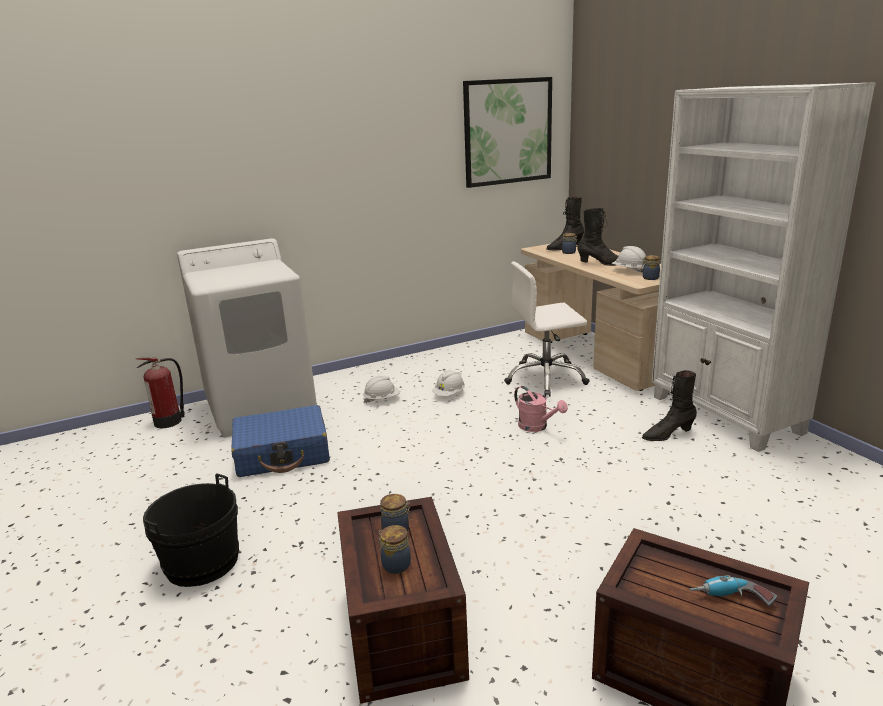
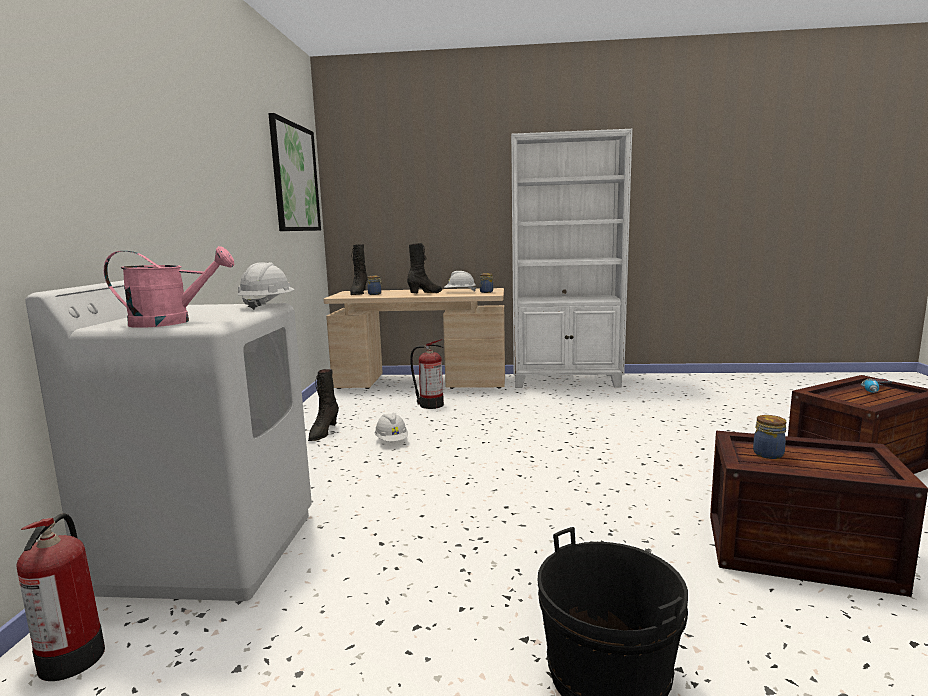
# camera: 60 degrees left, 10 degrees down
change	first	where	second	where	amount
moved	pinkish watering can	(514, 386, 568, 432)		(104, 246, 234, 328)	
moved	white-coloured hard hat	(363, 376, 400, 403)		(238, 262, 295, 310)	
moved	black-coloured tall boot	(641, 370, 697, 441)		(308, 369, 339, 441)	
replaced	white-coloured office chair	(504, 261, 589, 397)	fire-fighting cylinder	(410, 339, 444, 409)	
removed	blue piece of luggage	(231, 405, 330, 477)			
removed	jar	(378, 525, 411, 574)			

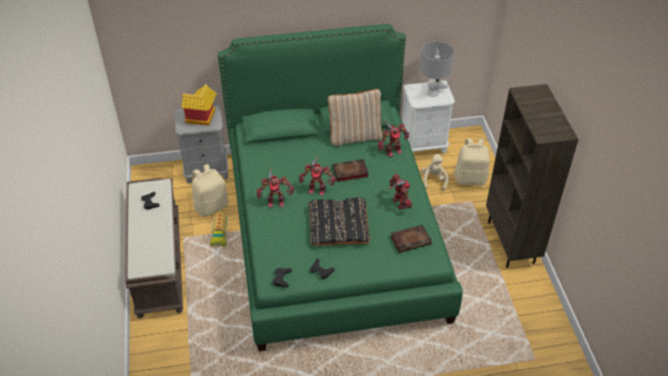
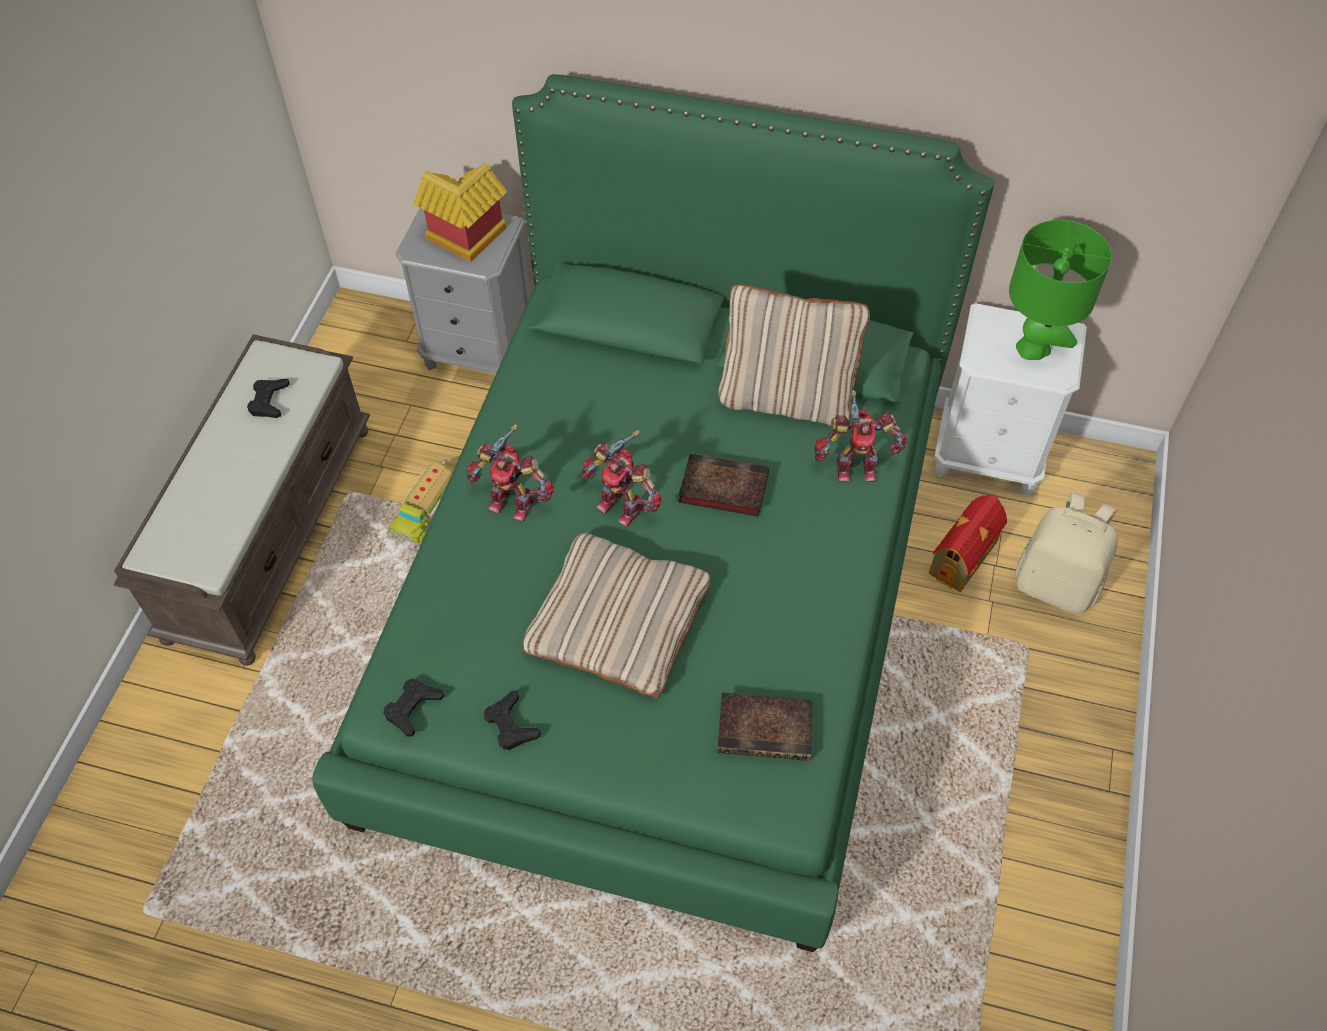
# camera: 25 degrees right, 10 degrees up
change	first	where	second	where	amount
recoloured	black-coloured pillow	(308, 197, 370, 246)	beige-coloured pillow	(523, 533, 711, 699)	
replaced	beige-coloured soft toy	(421, 154, 448, 191)	miniature house	(929, 494, 1007, 592)	
recoloured	greyish tabletop lamp	(420, 41, 454, 97)	green tabletop lamp	(1009, 220, 1112, 360)	
removed	beige-coloured knapsack	(192, 164, 228, 217)			
removed	model robot	(388, 174, 412, 210)			
removed	brown shelving unit	(486, 84, 579, 268)			

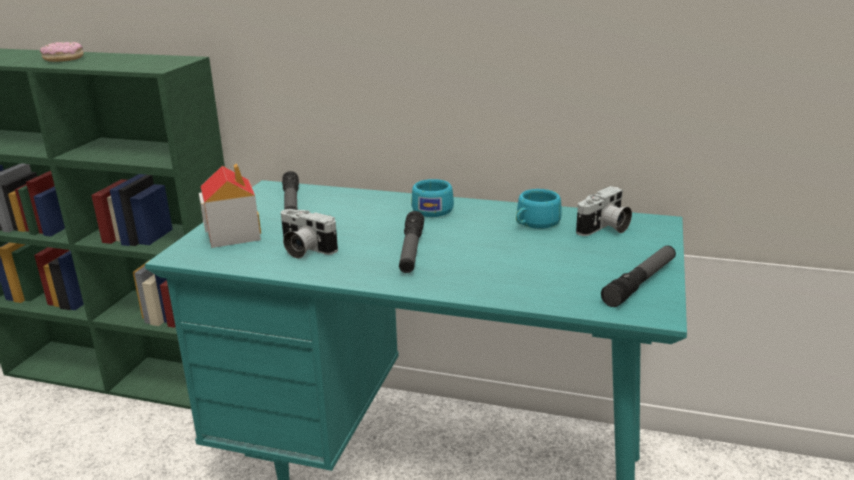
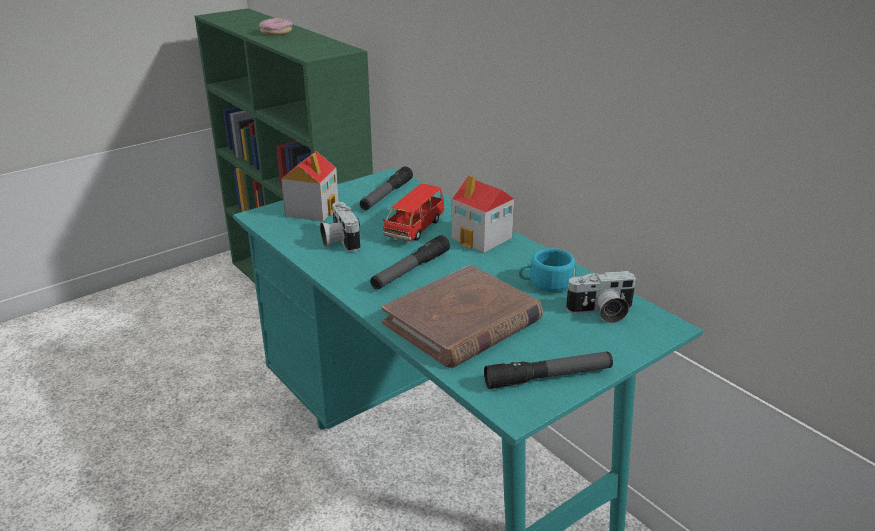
# camera: 35 degrees right, 5 degrees up
change	first	where	second	where	amount
added			brown volume	(381, 265, 543, 368)	
added			red miniature car	(382, 184, 445, 241)	
replaced	turquoise-coloured drinking cup	(411, 179, 454, 217)	miniature house	(451, 175, 514, 253)	

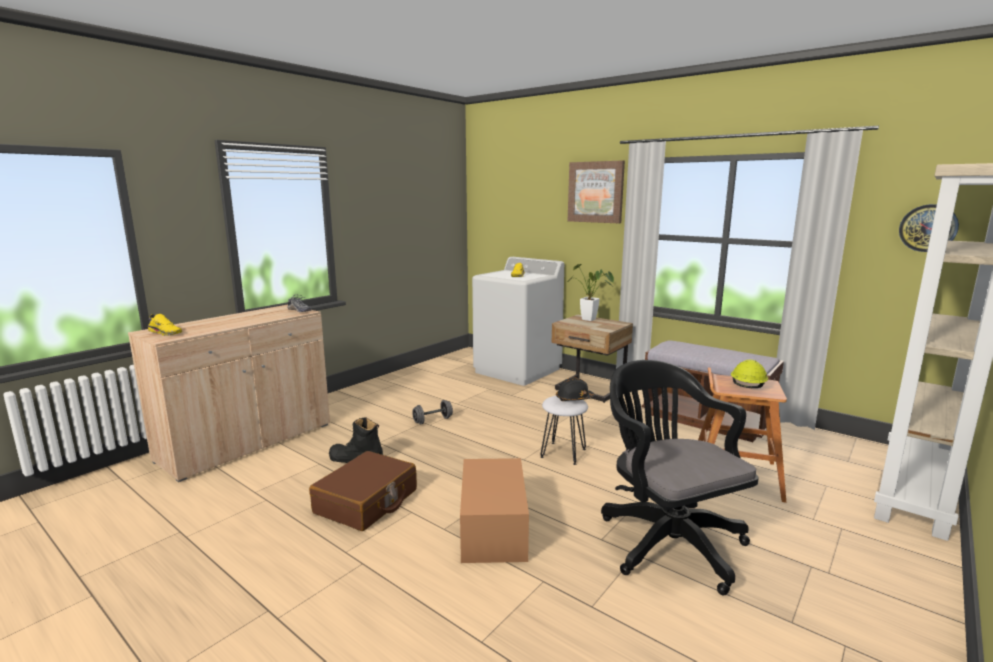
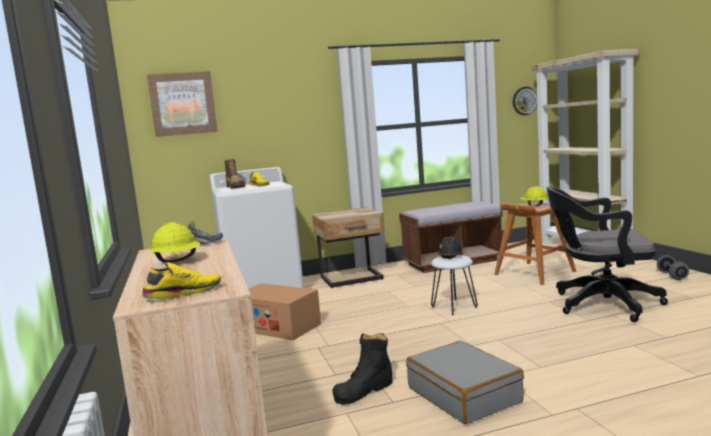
# camera: 55 degrees left, 5 degrees down
change	first	where	second	where	amount
moved	wall picture	(568, 160, 625, 223)		(147, 71, 218, 137)	
added			yellow-coloured hard hat	(150, 222, 200, 262)	
added			tall boot	(224, 159, 245, 189)	
moved	cardboard box	(460, 458, 529, 563)		(248, 283, 321, 340)	
recoloured	brown piece of luggage	(309, 451, 417, 531)	greyish piece of luggage	(406, 341, 524, 424)	
moved	greyish dumbbell	(412, 400, 453, 424)		(657, 255, 689, 280)	
removed	potted plant	(567, 264, 614, 321)			

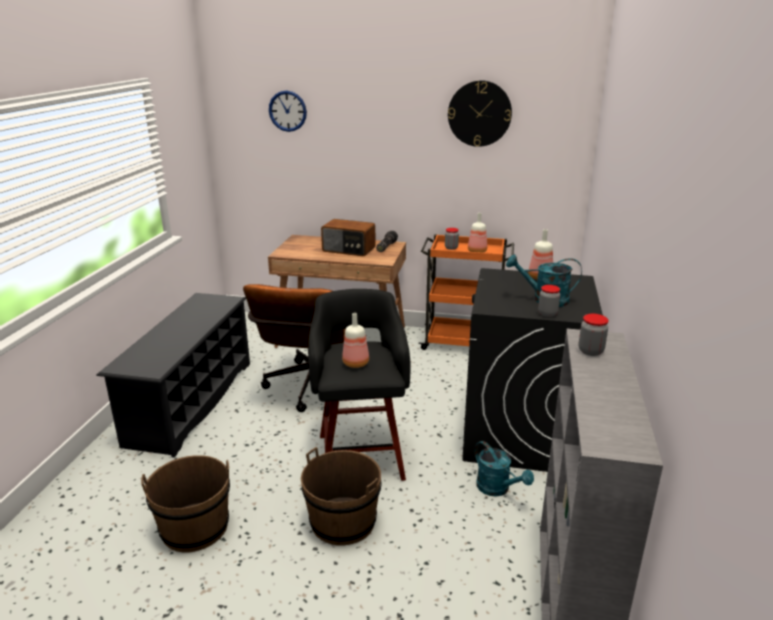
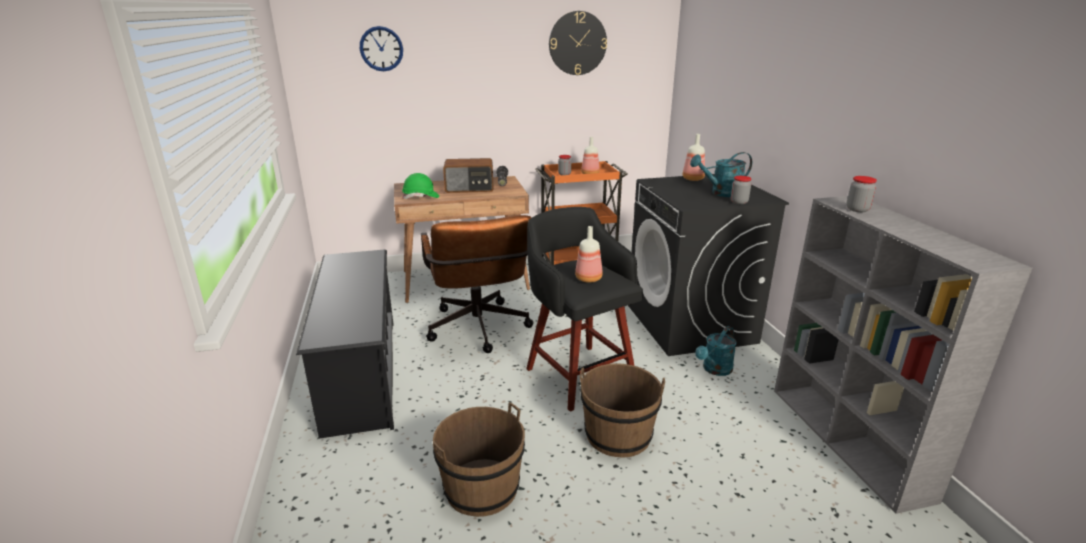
# camera: 25 degrees left, 0 degrees up
change	first	where	second	where	amount
added			green hard hat	(402, 173, 439, 199)	
turned	turquoise-coloured watering can	(475, 441, 534, 497)		(695, 326, 737, 376)	105 degrees clockwise

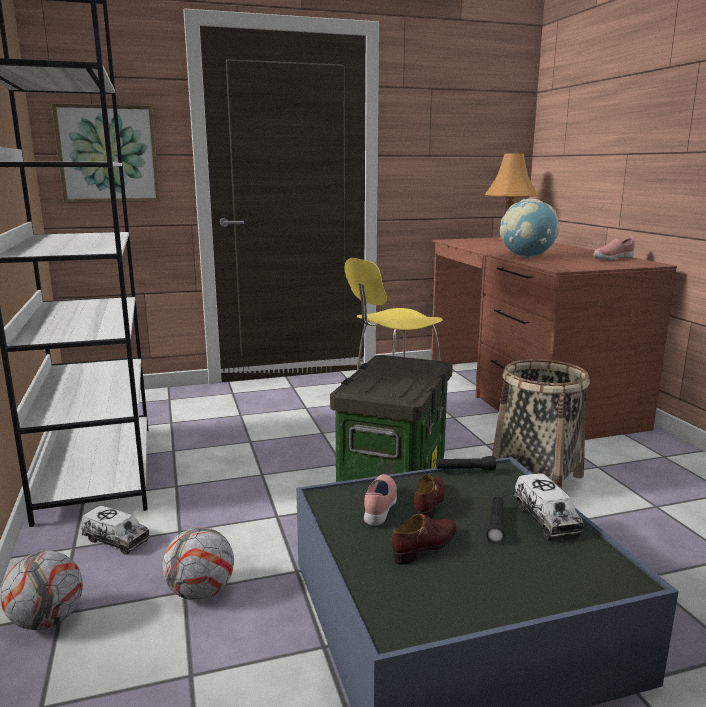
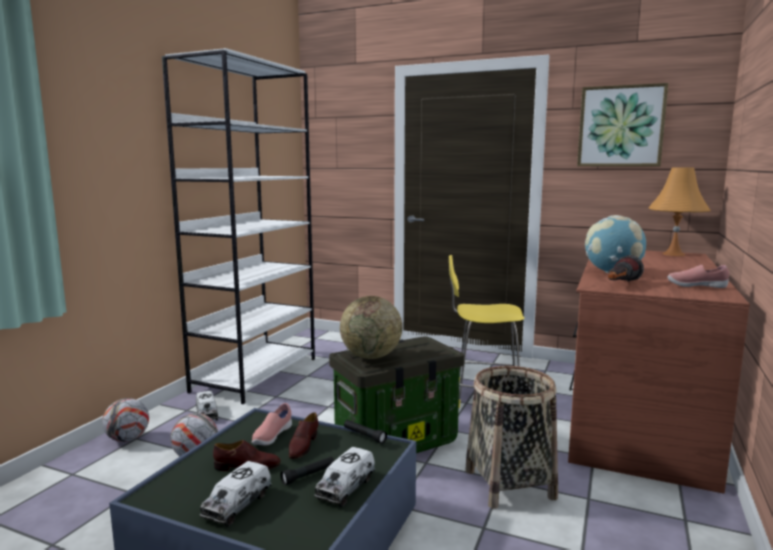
# camera: 40 degrees right, 5 degrees down
change	first	where	second	where	amount
added			model truck	(200, 461, 272, 527)	
turned	pinkish low shoe	(364, 474, 397, 526)		(252, 403, 292, 445)	150 degrees clockwise
turned	brown low shoe	(414, 474, 445, 519)		(289, 412, 318, 459)	135 degrees clockwise
added			desk globe	(340, 296, 402, 359)	
moved	wall picture	(51, 103, 160, 203)		(577, 83, 668, 166)	
added			flashlight	(608, 255, 644, 282)	

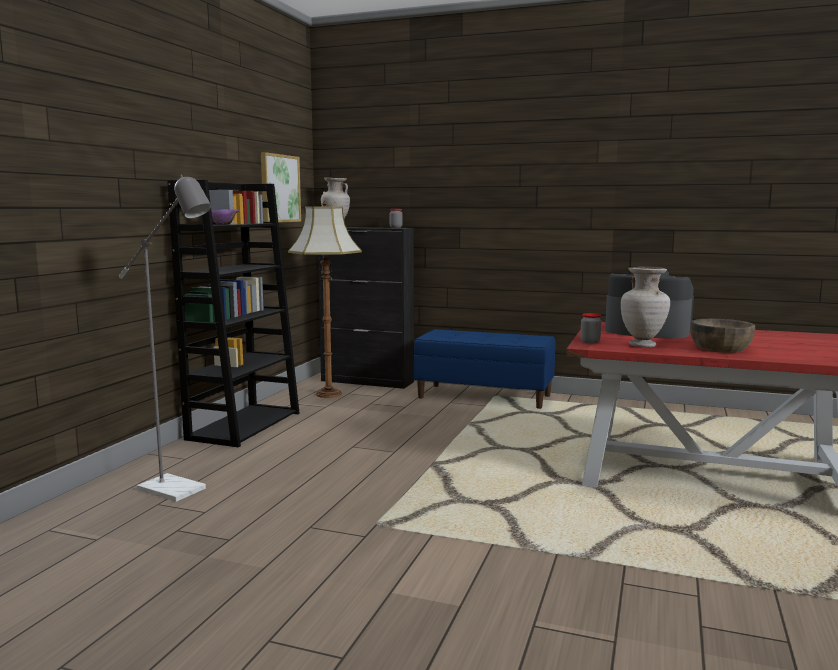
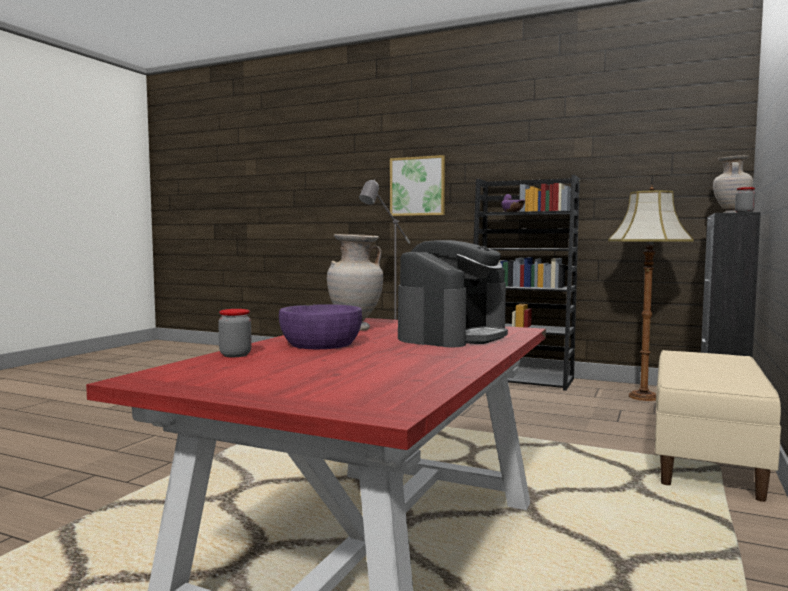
# camera: 95 degrees right, 5 degrees down
change	first	where	second	where	amount
moved	jar	(580, 313, 601, 344)		(218, 309, 252, 357)	
recoloured	brown bowl	(690, 319, 755, 353)	purple-coloured bowl	(279, 304, 362, 349)	
moved	wall picture	(261, 152, 301, 222)		(390, 155, 445, 216)	
recoloured	blue bench	(414, 329, 556, 409)	beige-coloured bench	(655, 350, 781, 502)	

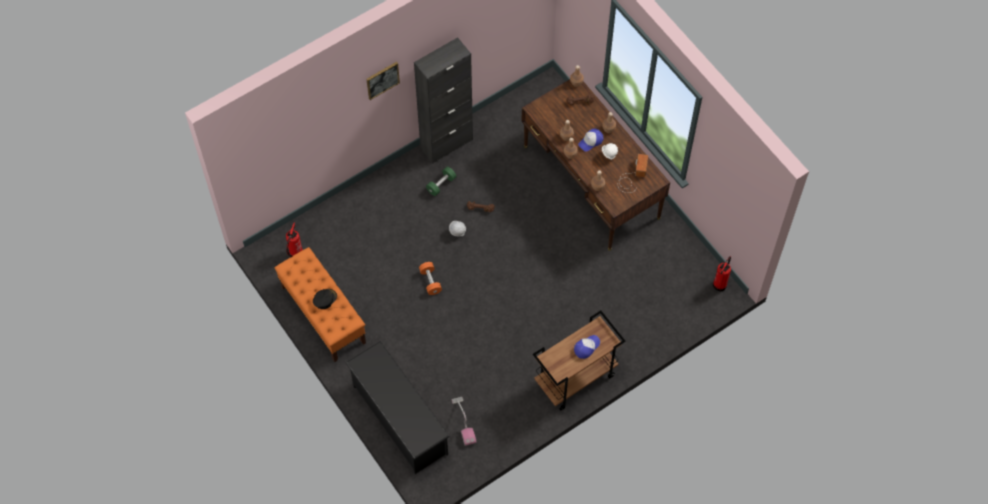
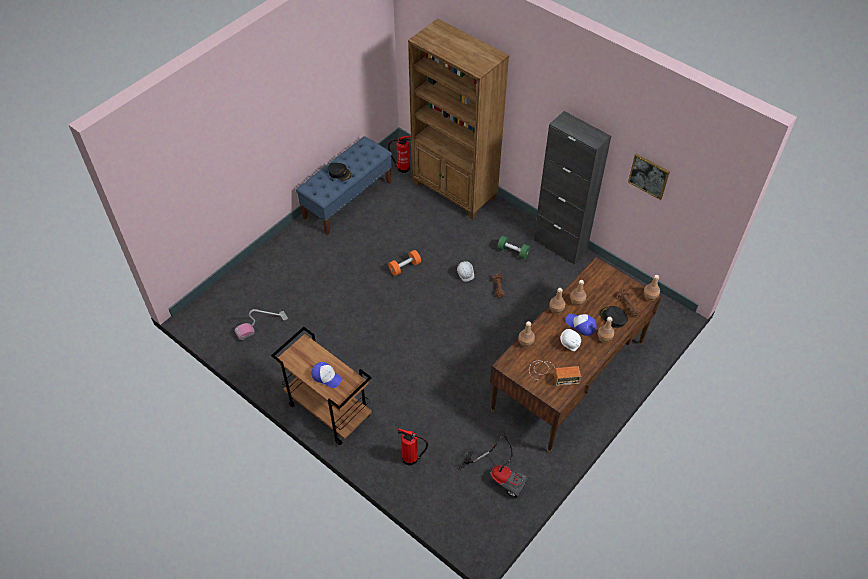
# camera: 75 degrees right, 10 degrees down
change	first	where	second	where	amount
recoloured	orangey bench	(275, 247, 366, 362)	blue bench	(296, 136, 392, 235)	
moved	fire-fighting cylinder	(713, 256, 731, 291)		(398, 428, 428, 465)	
added			brown shelving unit	(408, 19, 509, 220)	
added			hoover	(458, 433, 528, 498)	
added			black-coloured baseball cap	(600, 306, 628, 328)	
moved	wall picture	(366, 62, 400, 100)		(628, 154, 670, 200)	
removed	black-coloured shoe shelf	(346, 341, 450, 474)			

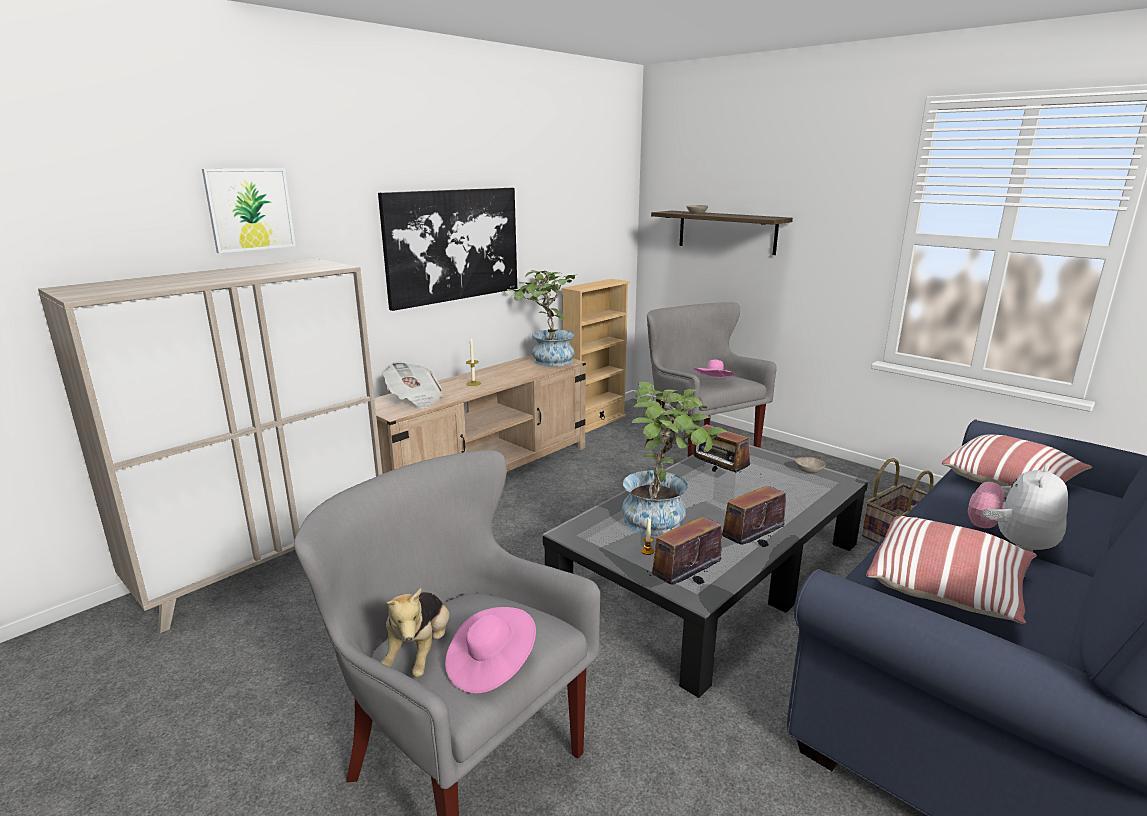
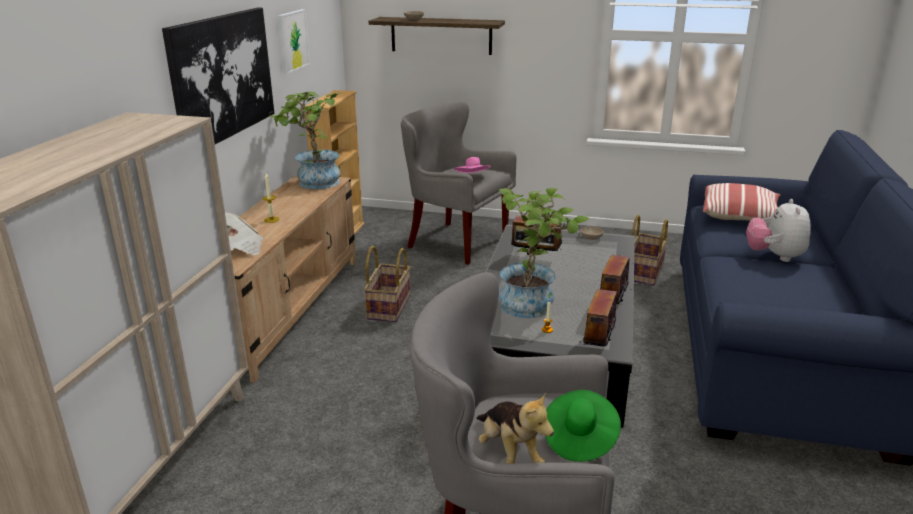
# camera: 30 degrees left, 5 degrees up
change	first	where	second	where	amount
moved	wall picture	(202, 168, 296, 253)		(278, 9, 310, 74)	
added			basket	(364, 245, 410, 322)	
recoloured	pinkish wearable hat	(445, 607, 536, 694)	green wearable hat	(545, 390, 621, 462)	
removed	pillow	(866, 516, 1037, 624)			

